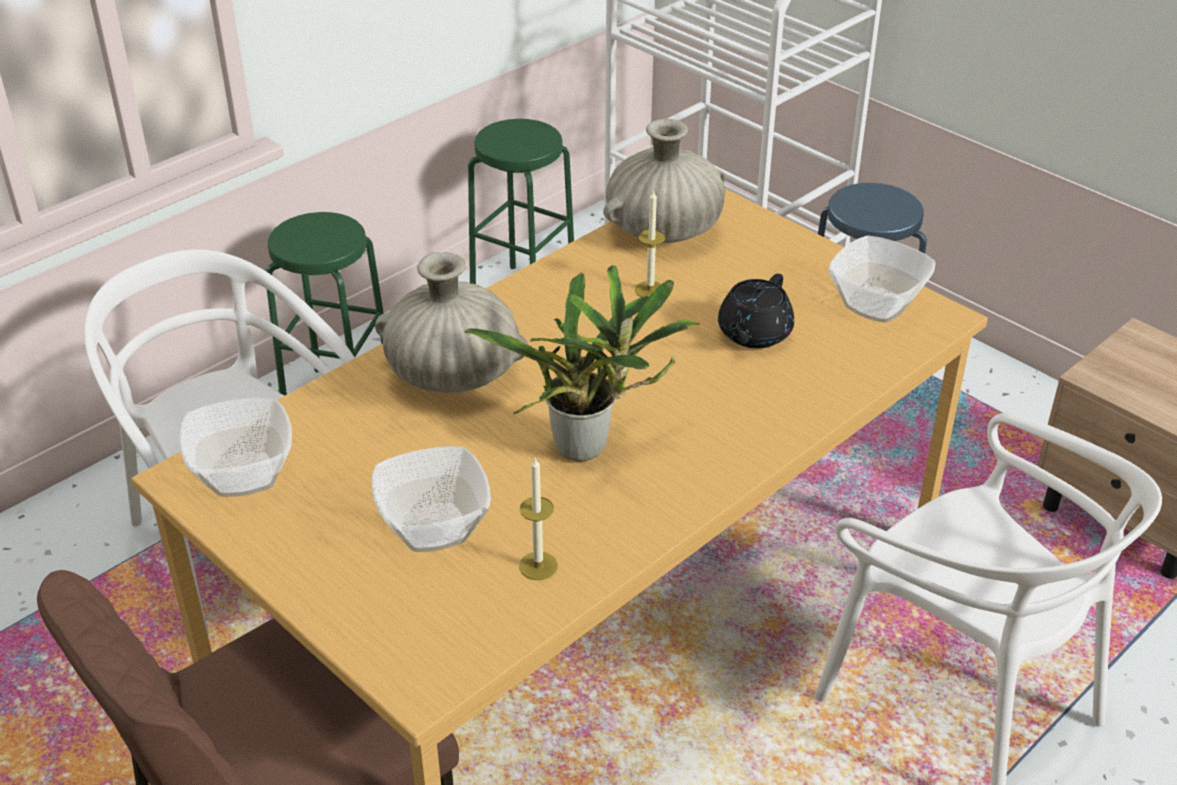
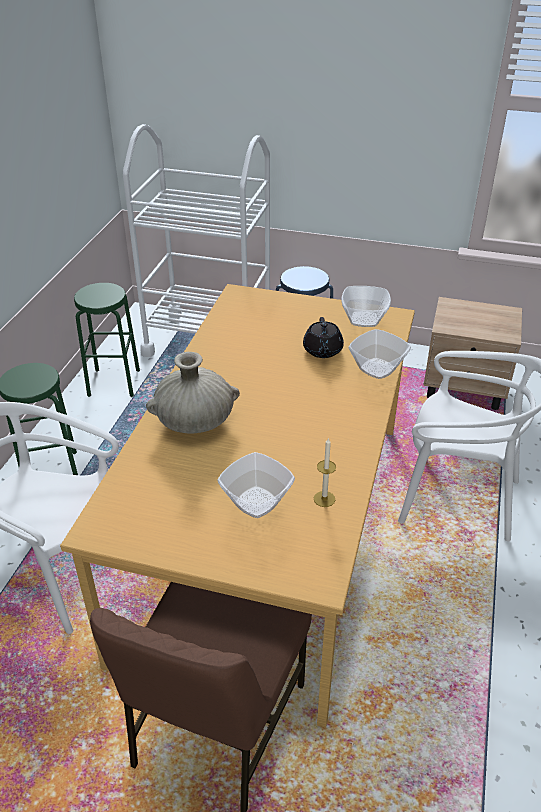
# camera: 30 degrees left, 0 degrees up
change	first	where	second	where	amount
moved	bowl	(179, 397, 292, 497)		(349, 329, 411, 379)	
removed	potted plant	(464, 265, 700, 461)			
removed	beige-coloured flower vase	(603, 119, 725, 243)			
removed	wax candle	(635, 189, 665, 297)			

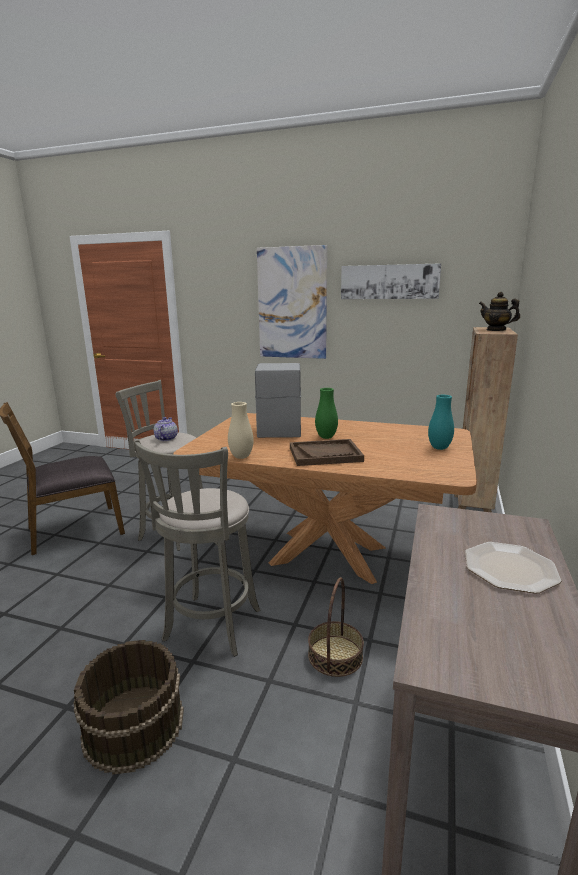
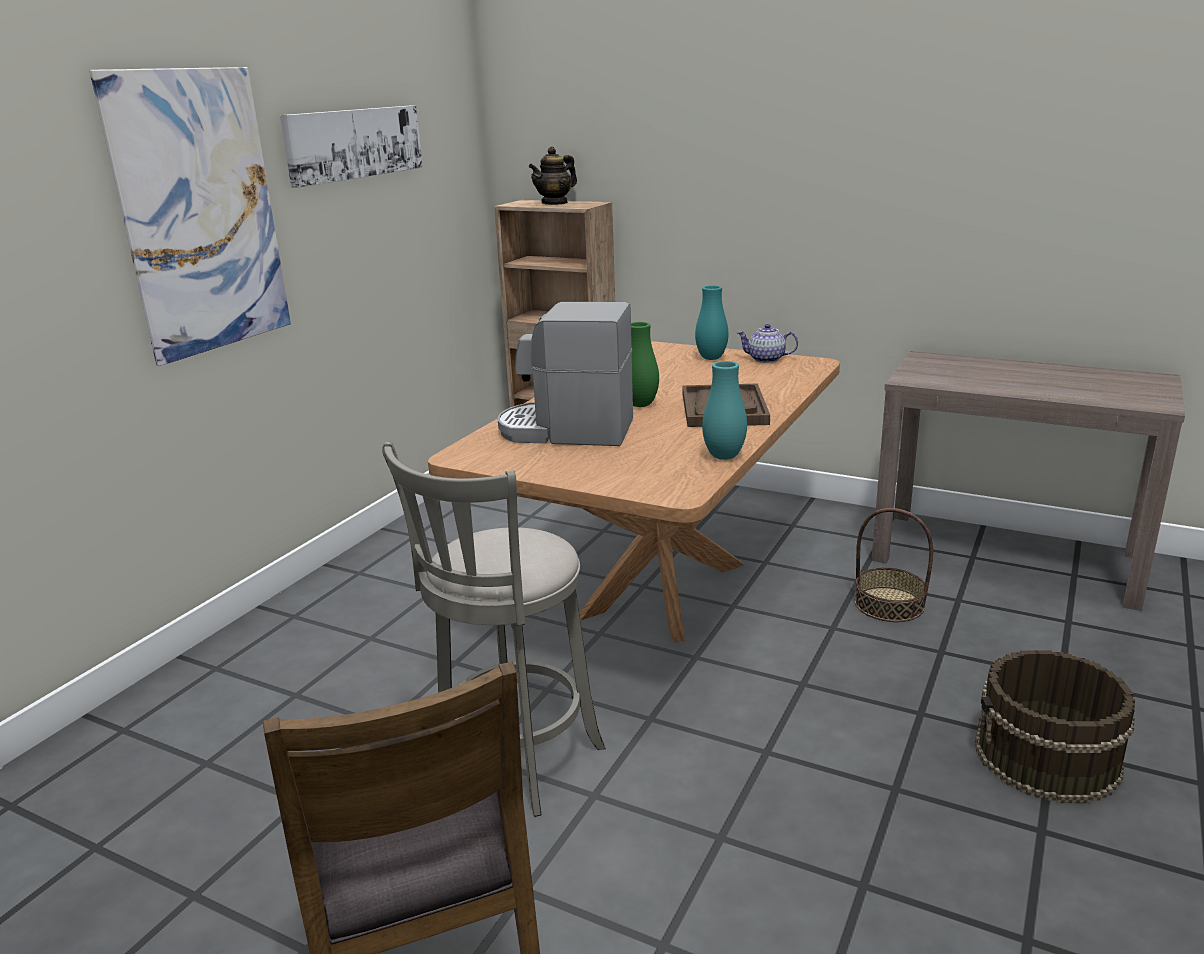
# camera: 80 degrees left, 5 degrees up
change	first	where	second	where	amount
recoloured	beige-coloured flower vase	(228, 402, 254, 459)	turquoise-coloured flower vase	(702, 361, 747, 460)	
moved	pot for tea	(153, 417, 178, 441)		(736, 324, 798, 363)	
removed	greyish stool seat	(133, 439, 261, 657)			
removed	dinner plate	(465, 542, 561, 594)			

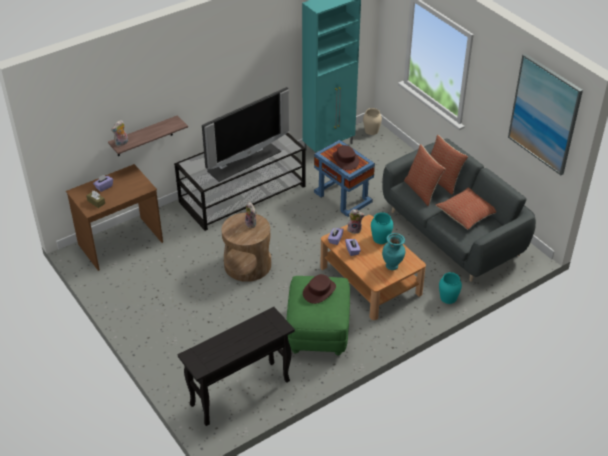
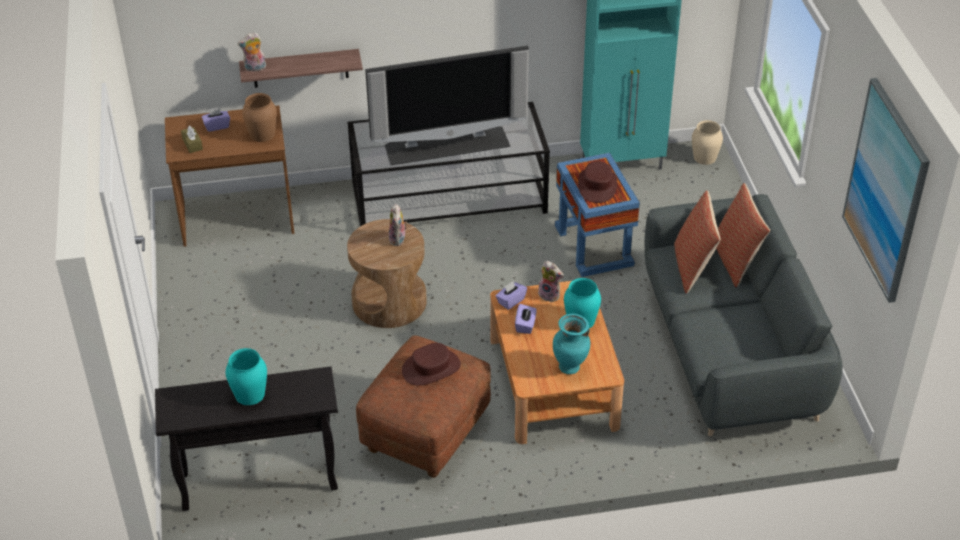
# camera: 25 degrees right, 0 degrees up
change	first	where	second	where	amount
moved	turquoise-coloured flower vase	(439, 272, 462, 304)		(226, 348, 267, 405)	
added			brown flower vase	(242, 93, 277, 142)	
recoloured	green footrest	(286, 276, 350, 356)	brown footrest	(356, 335, 491, 478)	
removed	pillow	(436, 188, 496, 230)			

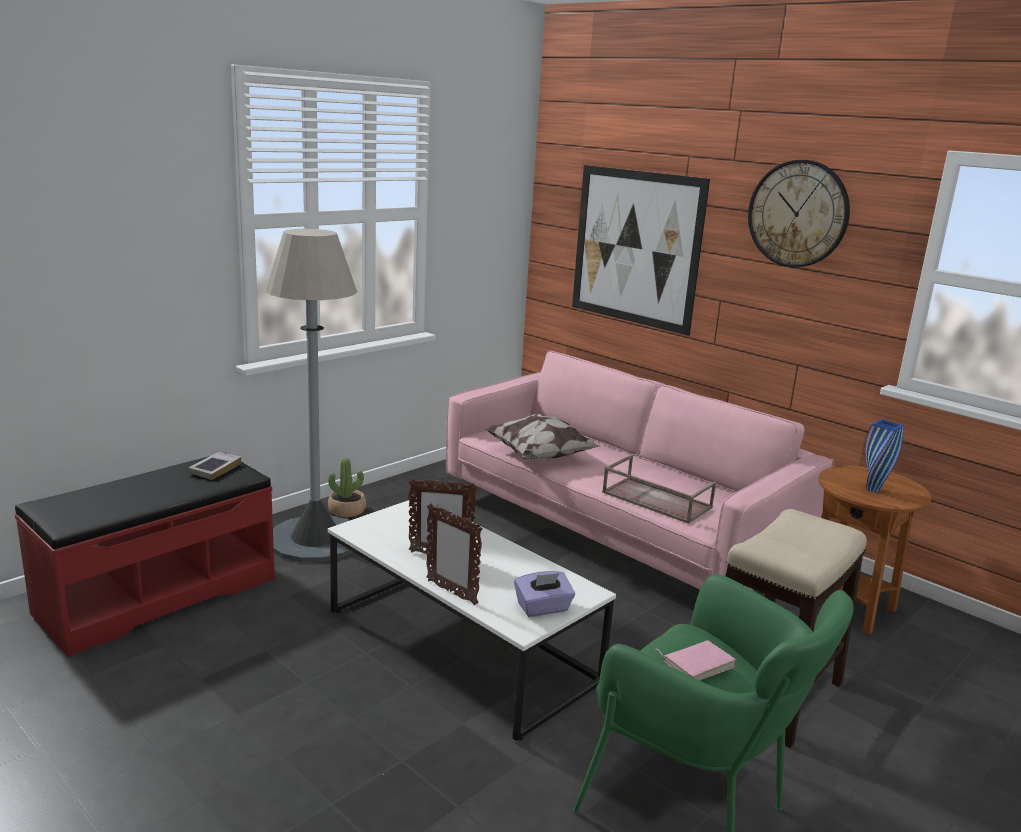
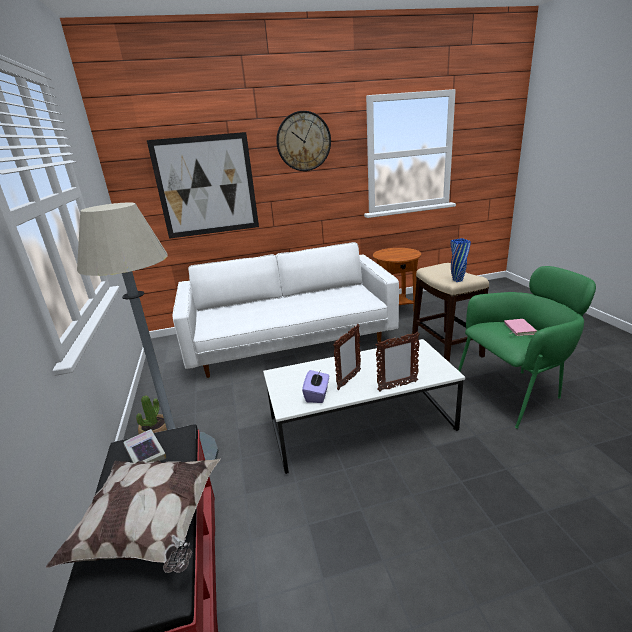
# camera: 55 degrees left, 5 degrees up
change	first	where	second	where	amount
moved	pillow	(485, 414, 601, 460)		(46, 458, 221, 573)	
recoloured	pinkish sofa	(446, 351, 834, 590)	white-coloured sofa	(173, 242, 399, 378)	
moved	purple-coloured tissue holder	(514, 571, 575, 617)		(302, 369, 329, 403)	
moved	blue flower vase	(865, 419, 904, 493)		(450, 238, 471, 282)	
removed	brown tray	(602, 455, 716, 524)			

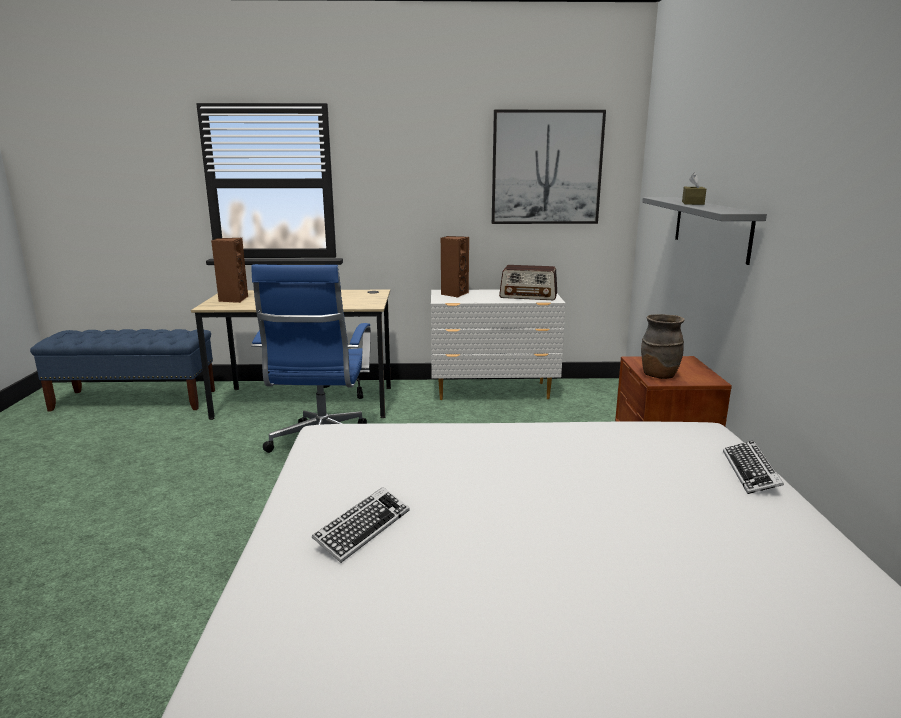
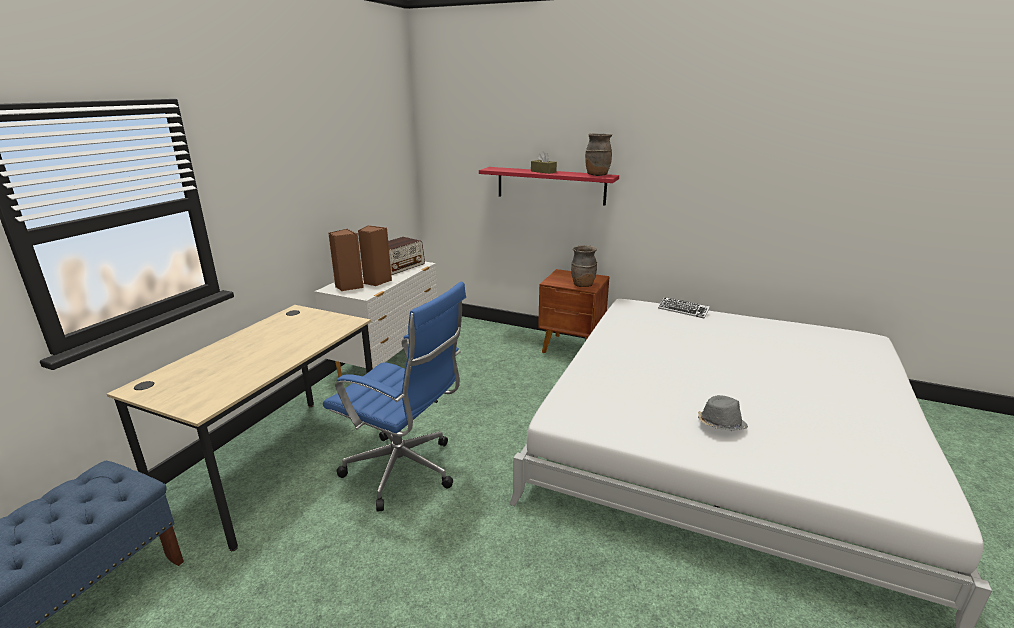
# camera: 65 degrees left, 5 degrees up
change	first	where	second	where	amount
moved	brown speaker	(211, 238, 248, 303)		(358, 225, 392, 286)	
recoloured	greyish bracket shelf	(642, 197, 767, 265)	red bracket shelf	(479, 167, 619, 206)	
added			brown flower vase	(585, 134, 612, 176)	
replaced	computer keyboard	(312, 487, 409, 563)	greyish wearable hat	(698, 395, 748, 431)	
removed	wall picture	(492, 110, 606, 224)			

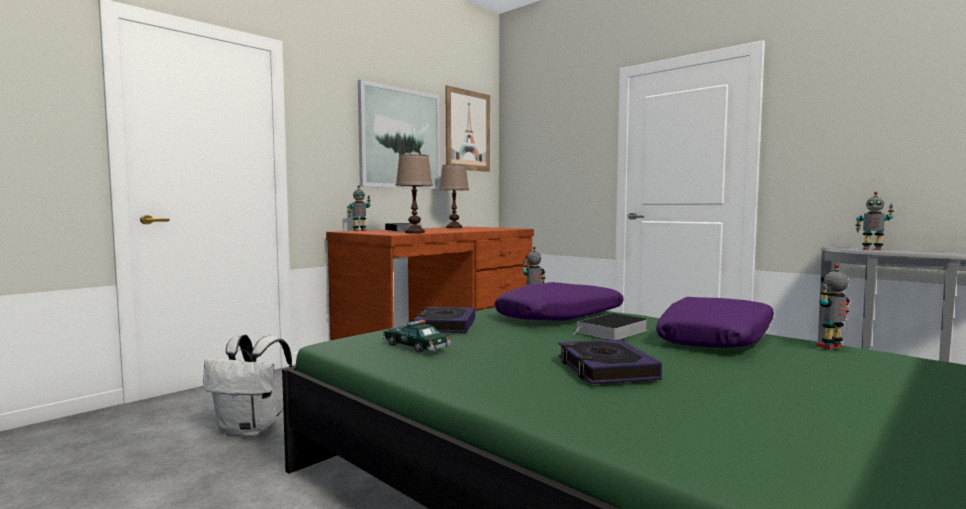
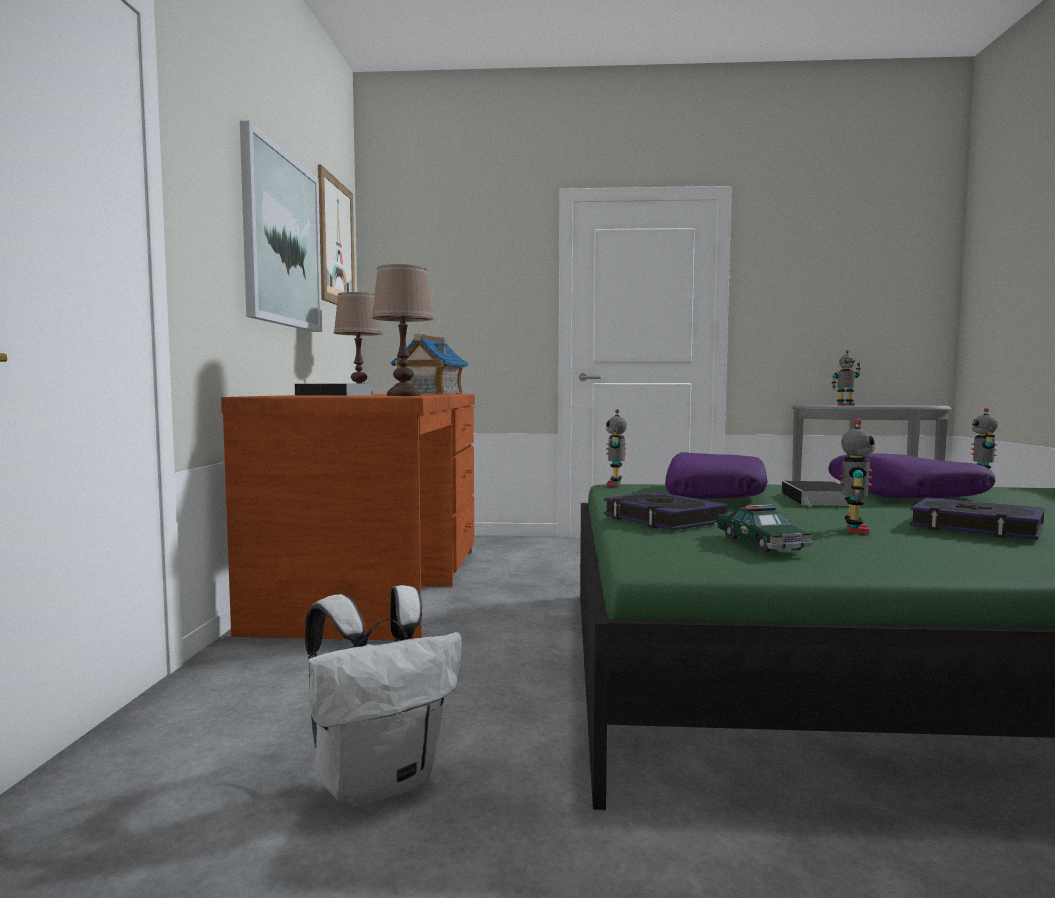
# camera: 40 degrees left, 0 degrees up
change	first	where	second	where	amount
added			miniature house	(390, 334, 469, 394)	
turned	miniature car	(382, 320, 451, 353)		(714, 504, 813, 553)	105 degrees counterclockwise
moved	model robot	(348, 185, 371, 231)		(840, 418, 875, 534)	

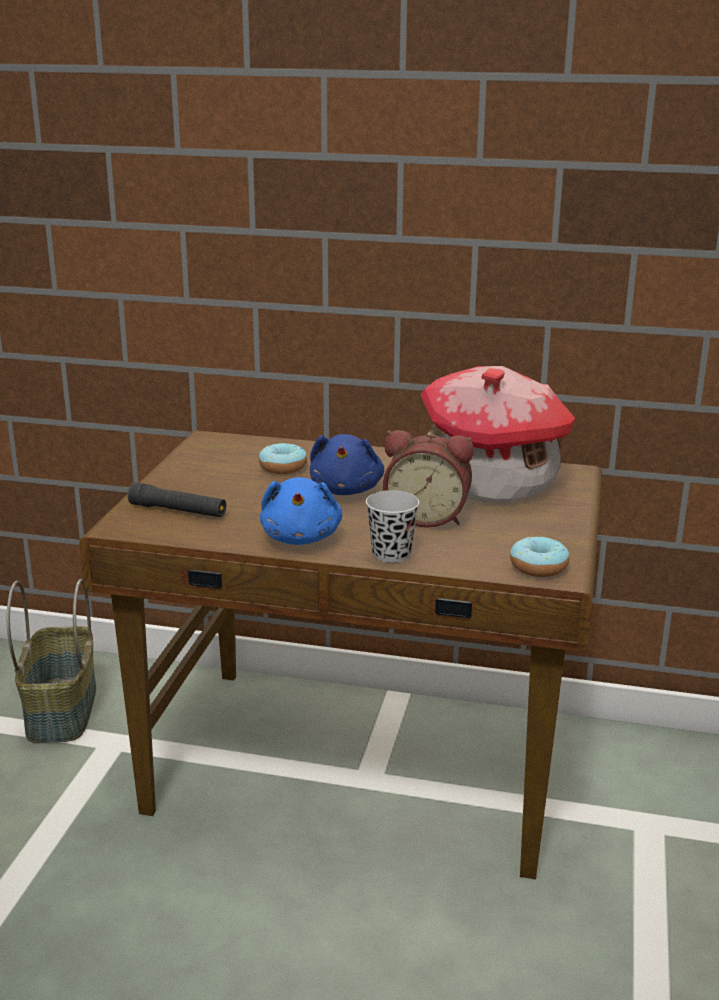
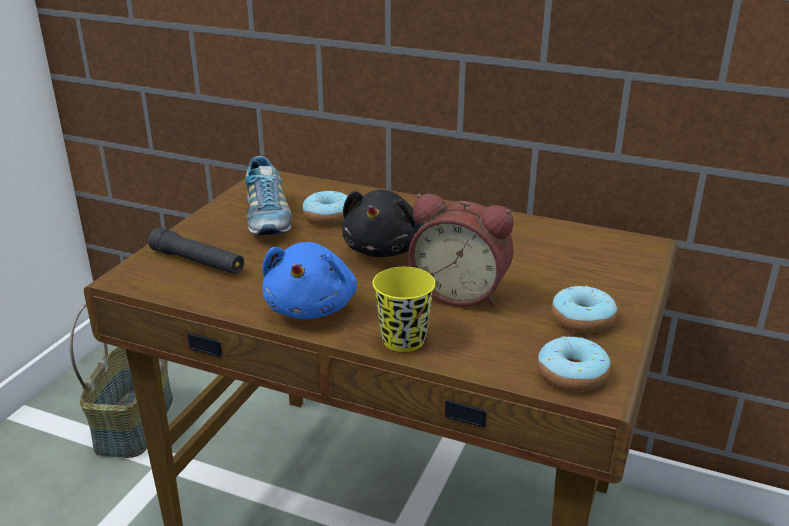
# camera: 10 degrees right, 5 degrees up
change	first	where	second	where	amount
added			low shoe	(245, 156, 292, 235)	
recoloured	blue soft toy	(310, 434, 384, 495)	black-coloured soft toy	(342, 190, 424, 257)	
recoloured	black-coloured drinking cup	(366, 490, 419, 563)	yellow-coloured drinking cup	(373, 267, 436, 352)	
added			doughnut	(552, 286, 617, 333)	
removed	miniature house	(421, 366, 575, 502)			

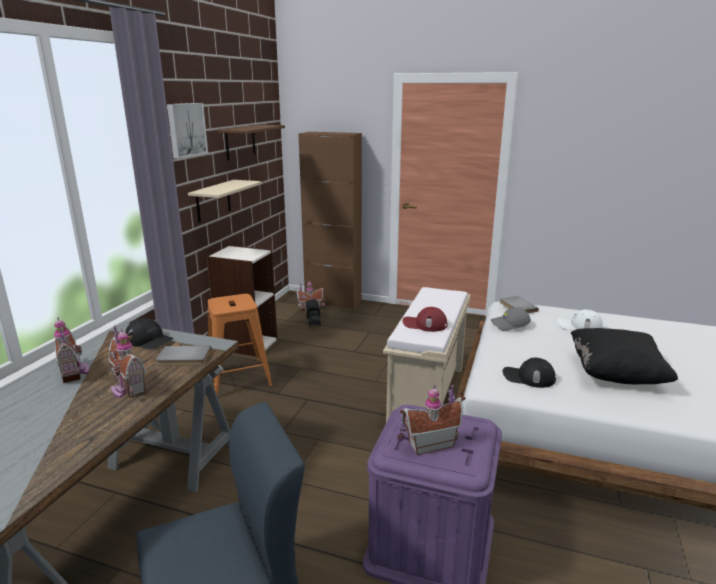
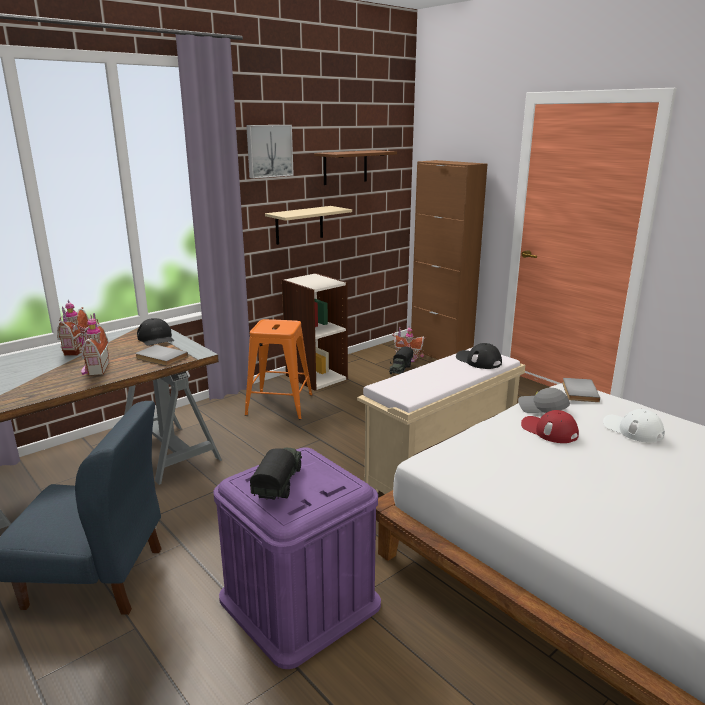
# camera: 30 degrees right, 0 degrees up
change	first	where	second	where	amount
replaced	miniature house	(397, 384, 465, 455)	model truck	(250, 448, 302, 500)	
moved	black-coloured baseball cap	(503, 358, 556, 388)		(456, 343, 502, 369)	
moved	red baseball cap	(402, 307, 448, 332)		(521, 410, 579, 443)	
removed	black-coloured pillow	(571, 328, 678, 384)			

